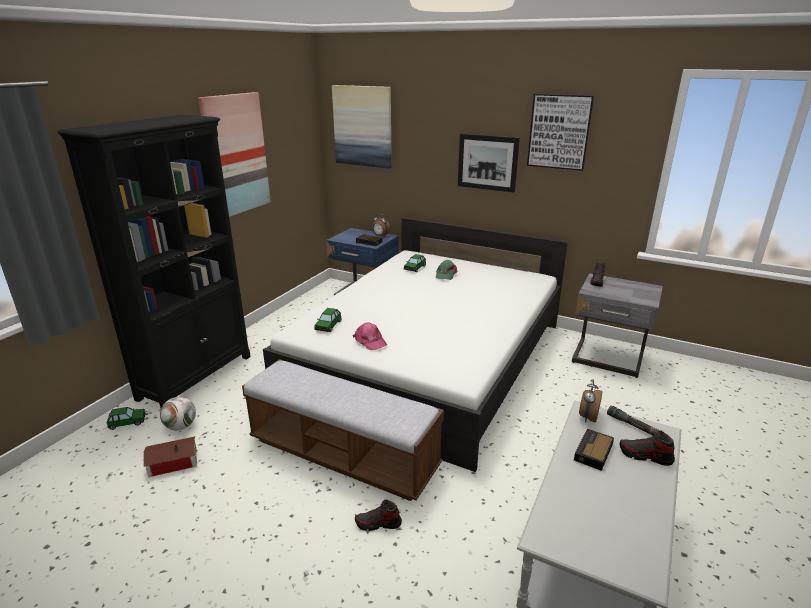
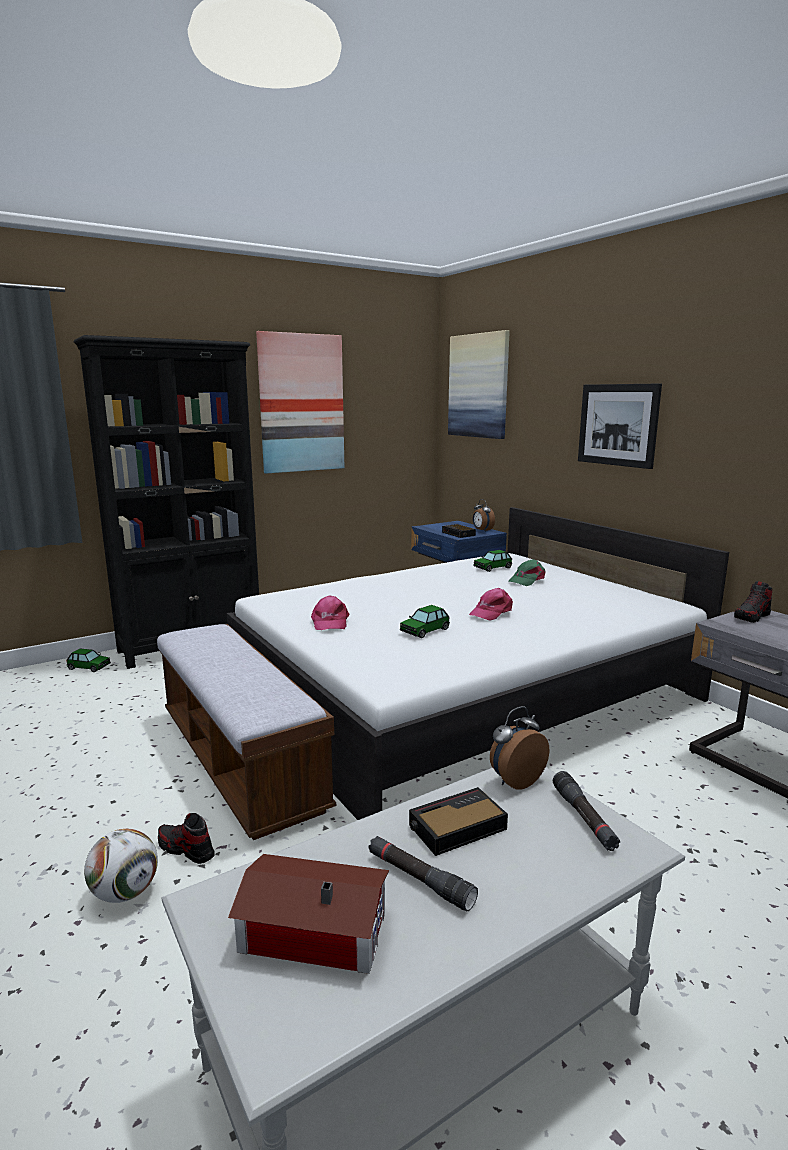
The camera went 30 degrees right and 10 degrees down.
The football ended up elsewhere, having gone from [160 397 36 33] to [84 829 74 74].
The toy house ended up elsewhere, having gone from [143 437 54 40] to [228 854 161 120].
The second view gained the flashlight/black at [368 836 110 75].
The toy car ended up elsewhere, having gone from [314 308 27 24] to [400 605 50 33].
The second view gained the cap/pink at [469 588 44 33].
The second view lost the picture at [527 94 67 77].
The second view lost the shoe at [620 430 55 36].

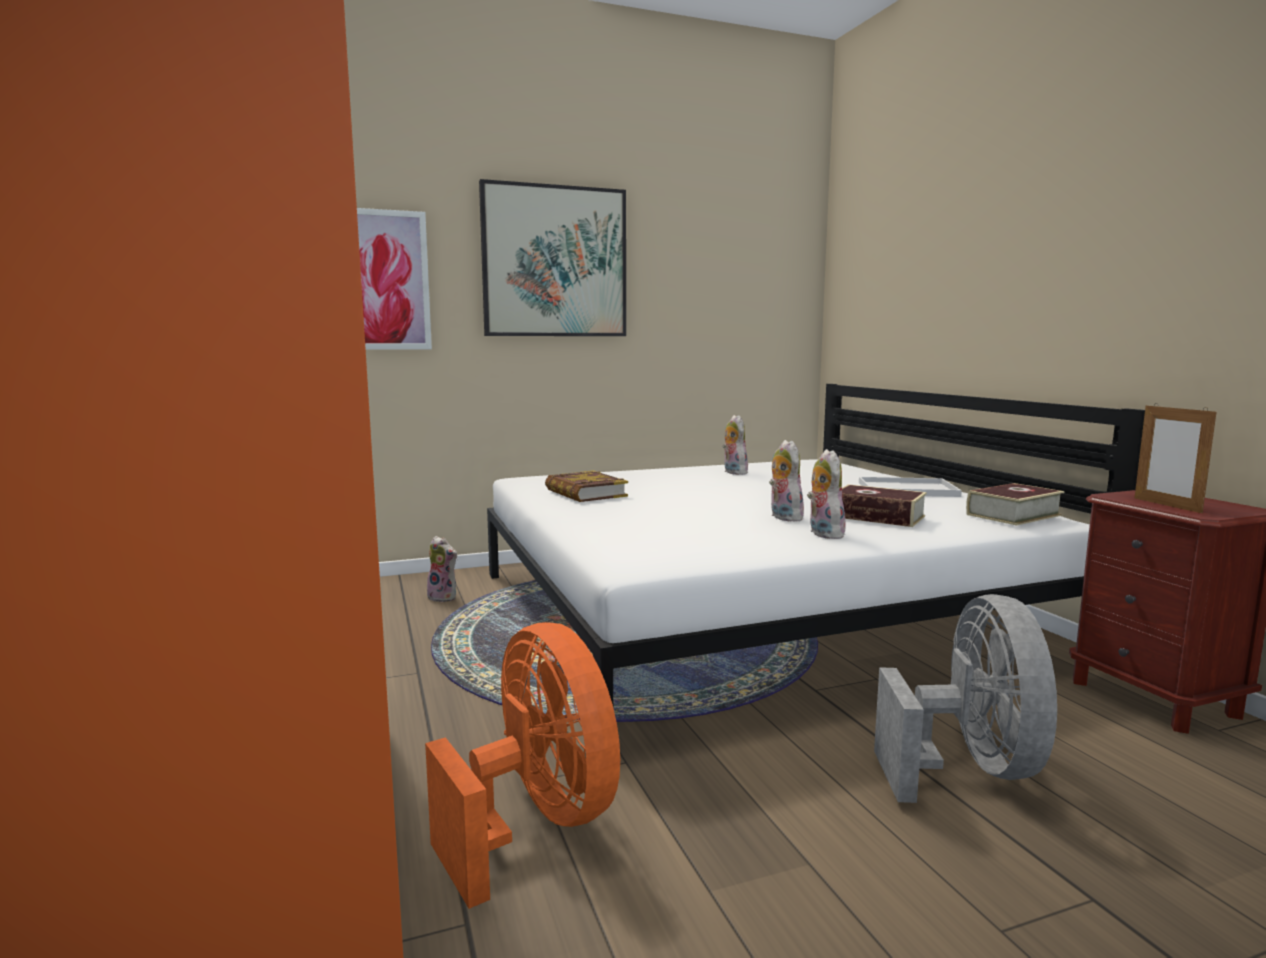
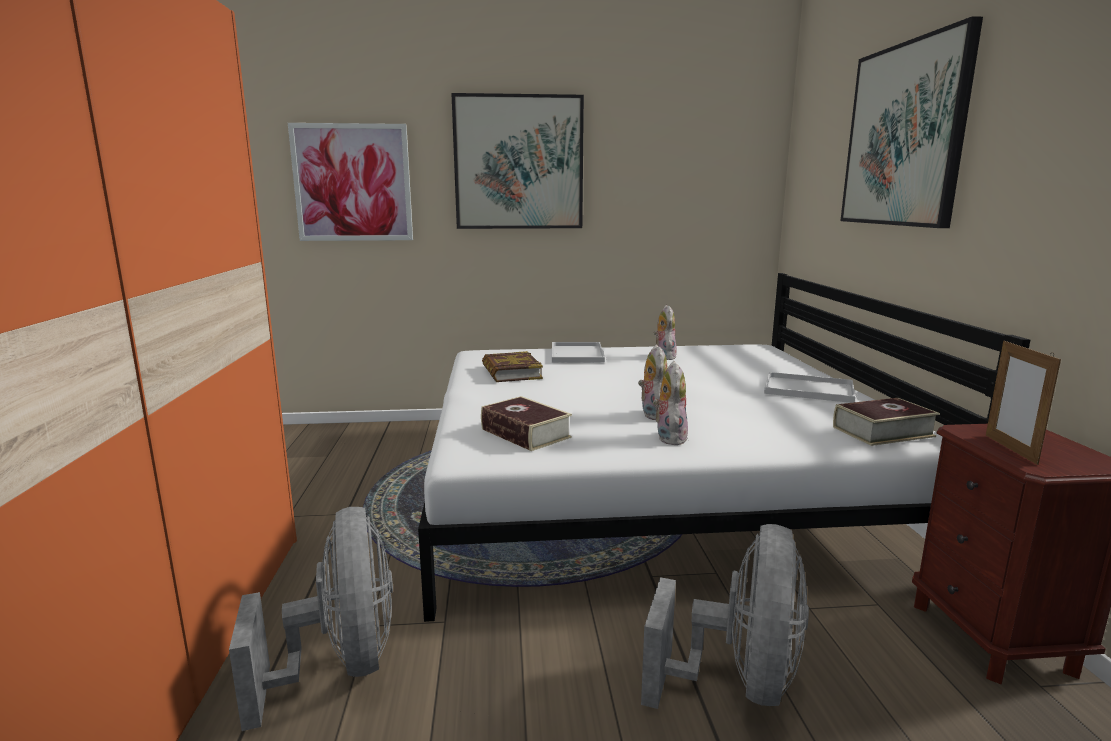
The camera went 15 degrees right and 5 degrees up.
What was the fan/orange at [425 622 195 287] turned into the fan/grey at [229 507 164 224].
The book ended up elsewhere, having gone from [842 484 85 43] to [481 396 91 55].
The second view gained the tray/white at [552 342 53 21].
The second view gained the picture at [840 16 143 212].
The second view lost the plush toy at [426 536 31 66].

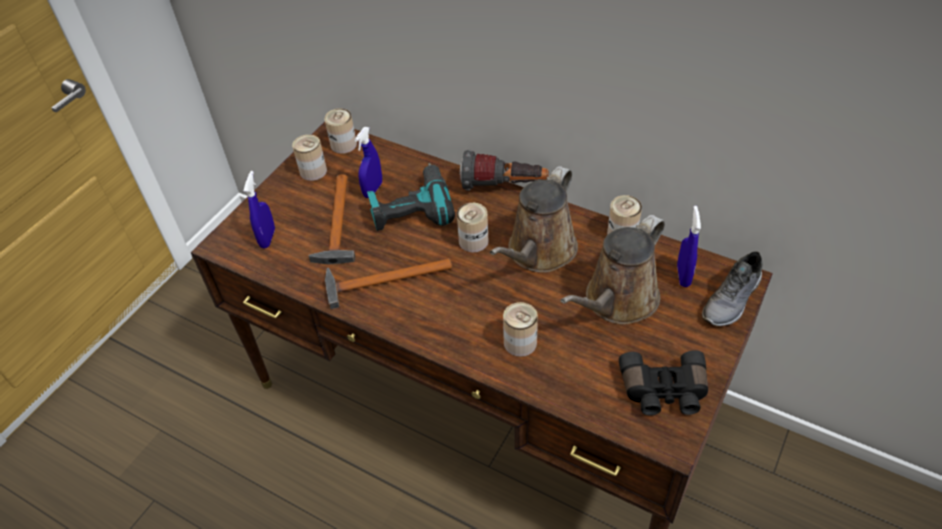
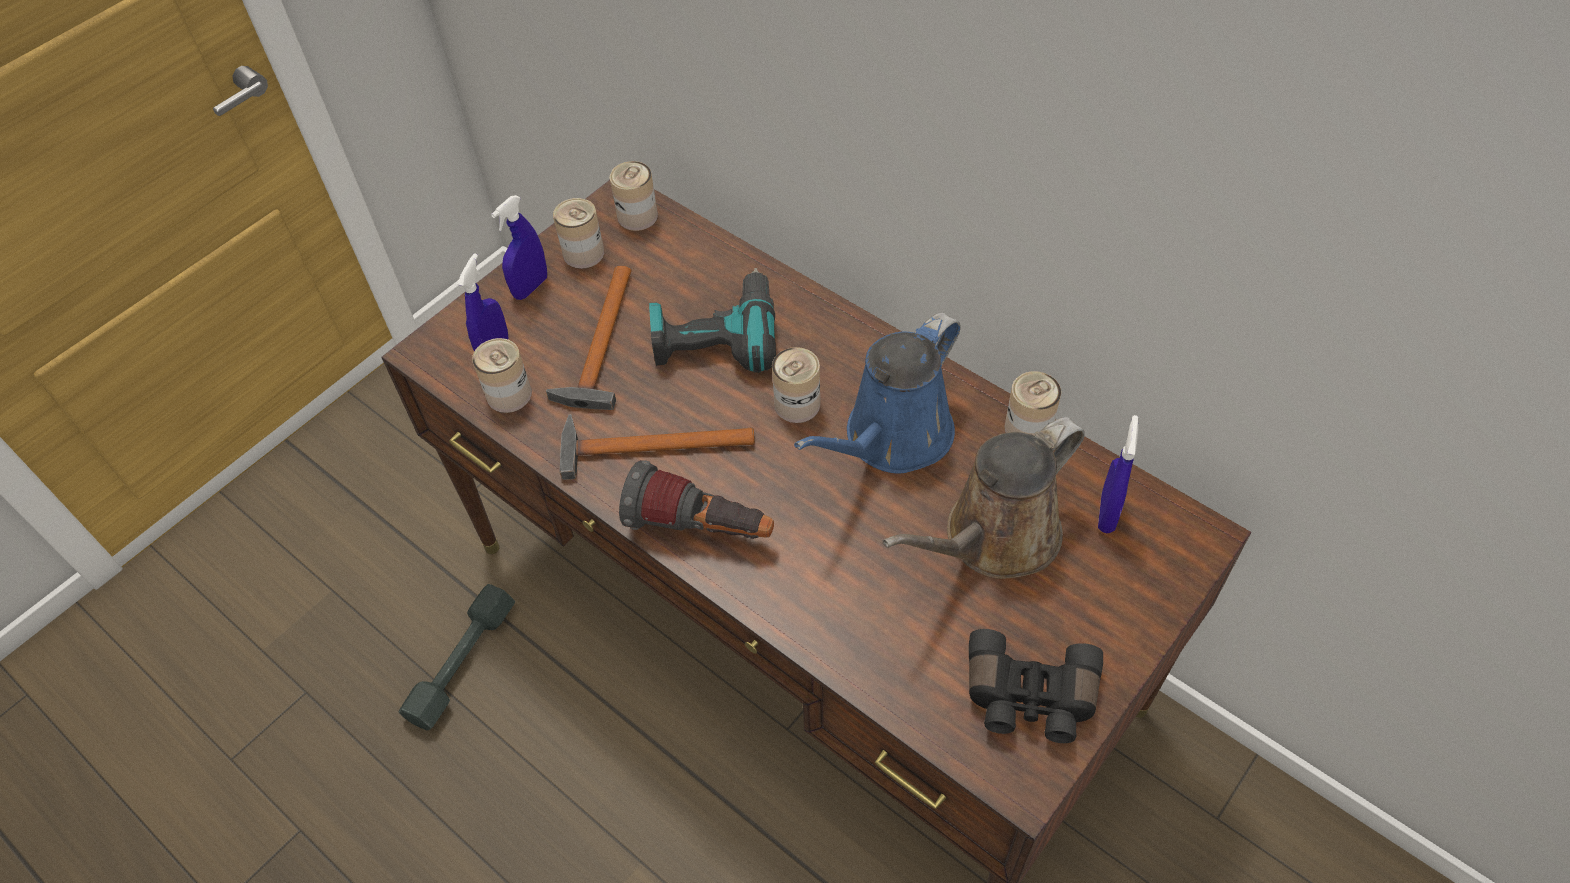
The camera went 10 degrees right and 5 degrees up.
The second view gained the dumbbell/grey at [399 584 116 146].
The can ended up elsewhere, having gone from [503 302 35 55] to [472 338 60 75].
The spray bottle/blue ended up elsewhere, having gone from [355 127 27 71] to [491 195 56 105].
The flashlight ended up elsewhere, having gone from [460 150 89 41] to [619 460 155 79].
What was the watering can/brown at [490 166 88 107] turned into the watering can/blue at [794 313 167 161].
The second view lost the shoe/grey at [702 252 61 74].

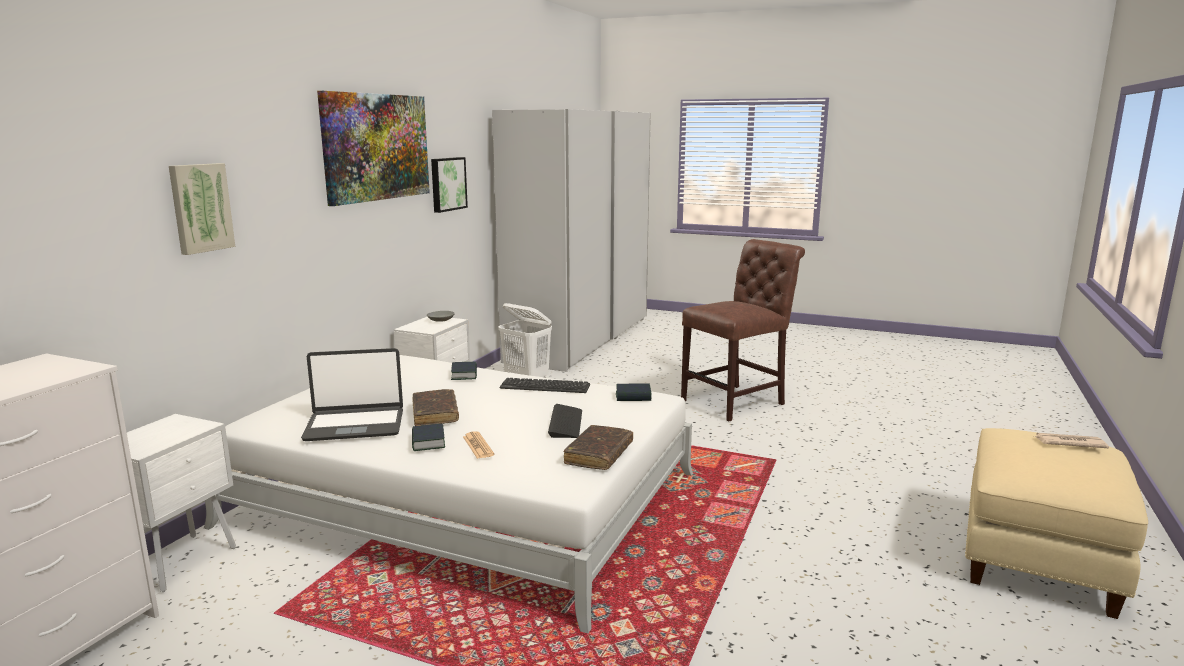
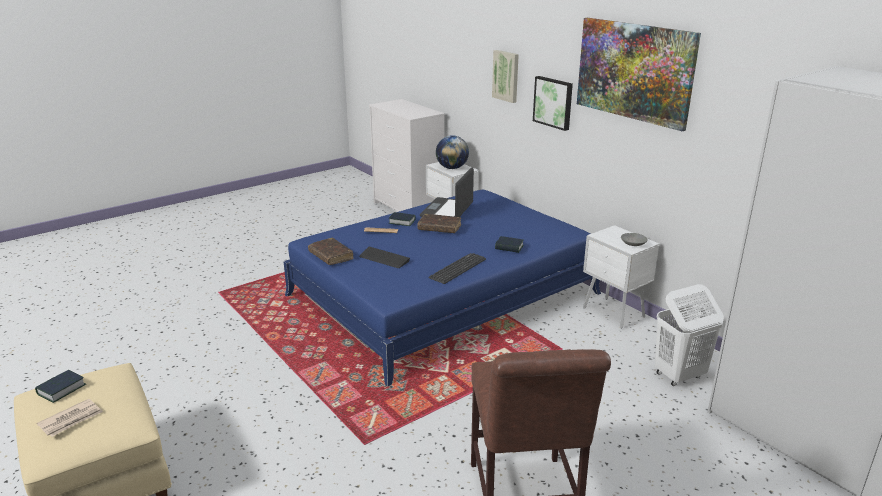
The camera went 120 degrees right and 10 degrees up.
The book ended up elsewhere, having gone from [616 384 35 17] to [35 370 51 33].
What was the bed/white at [204 355 489 278] turned into the bed/blue at [283 190 318 197].
The second view gained the globe at [436 135 33 34].
The picture ended up elsewhere, having gone from [431 157 37 56] to [533 76 40 55].

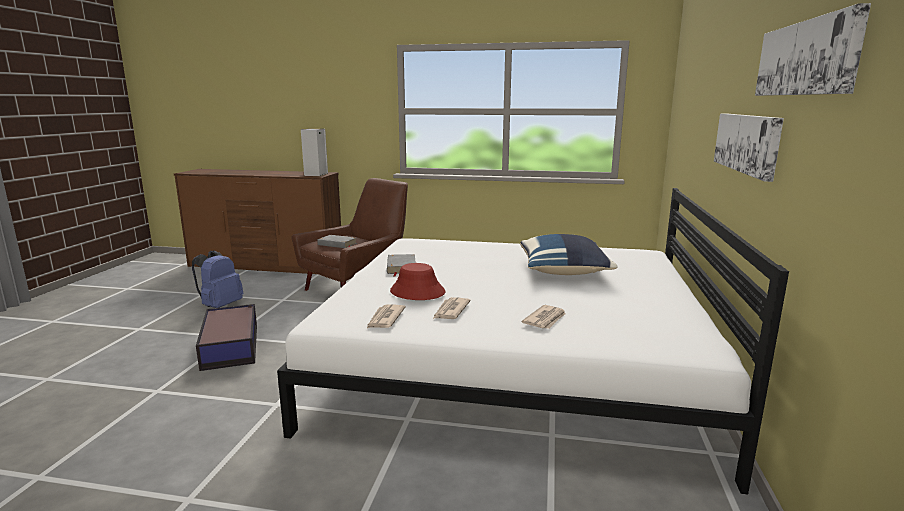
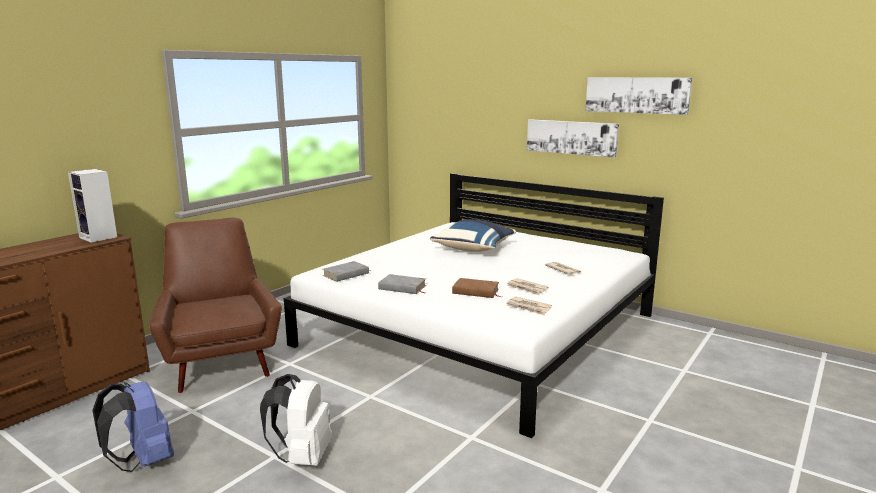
The camera went 65 degrees left and 0 degrees up.
Where the storage box stood at [196 304 61 67], the backpack/white came to stand at [260 374 72 92].
The book/grey ended up elsewhere, having gone from [317 235 40 13] to [323 261 46 21].
Where the hat/red stood at [390 263 55 37], the book/brown came to stand at [452 278 50 20].

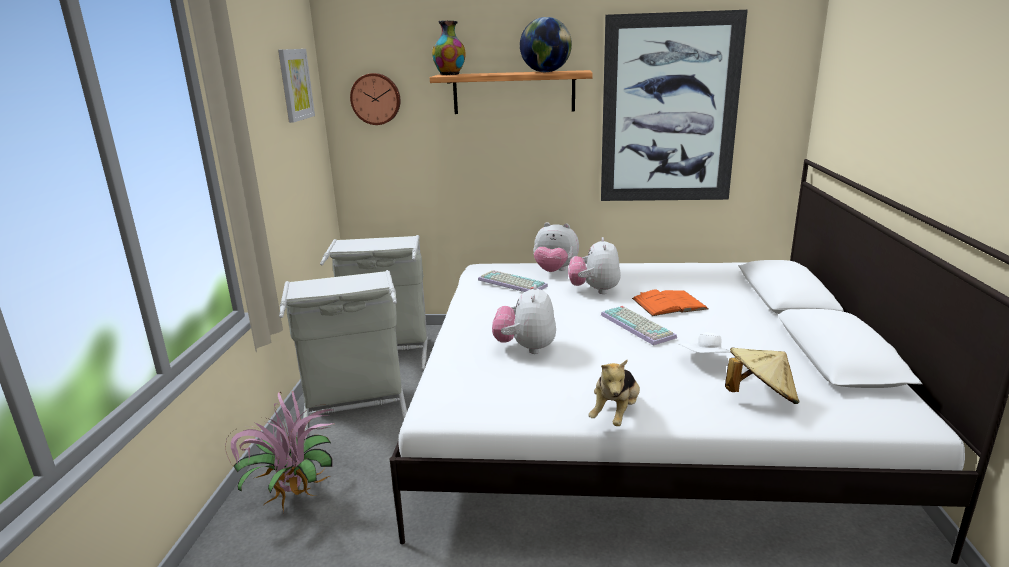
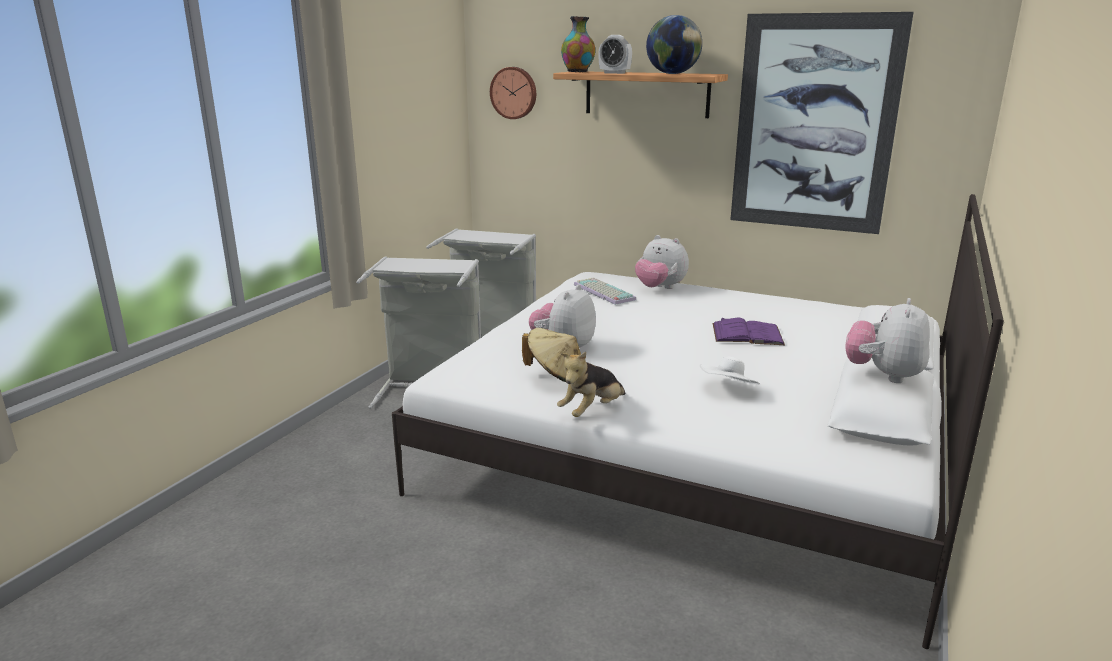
The camera went 20 degrees right and 0 degrees up.
The hat/beige ended up elsewhere, having gone from [725 347 74 57] to [522 328 59 54].
The second view gained the alarm clock at [598 35 34 39].
What was the book/orange at [632 289 76 27] turned into the book/purple at [713 318 72 27].
The plush toy ended up elsewhere, having gone from [568 237 53 57] to [845 298 85 85].
The second view lost the potted plant at [225 391 110 121].
The second view lost the picture at [278 49 37 74].
The second view lost the keyboard at [601 306 76 39].

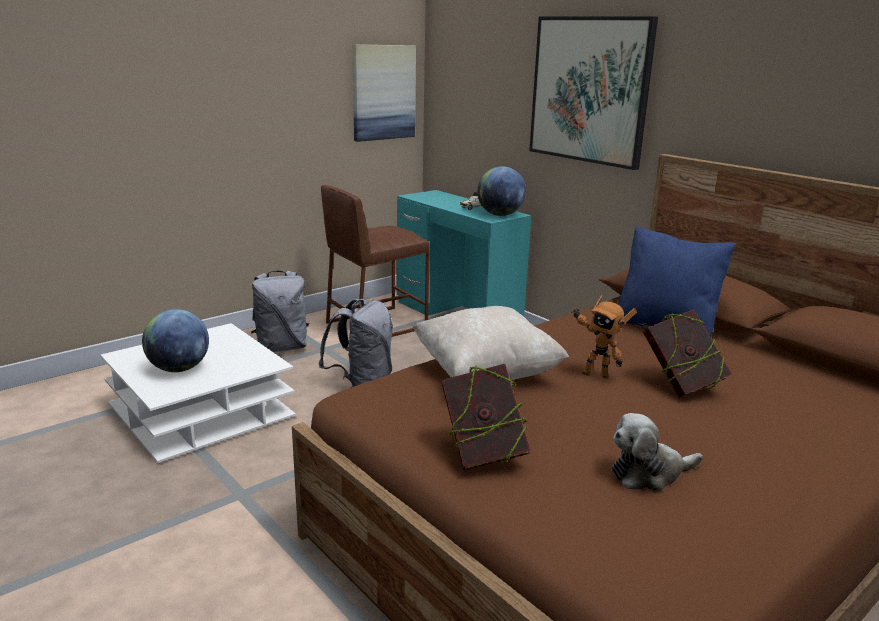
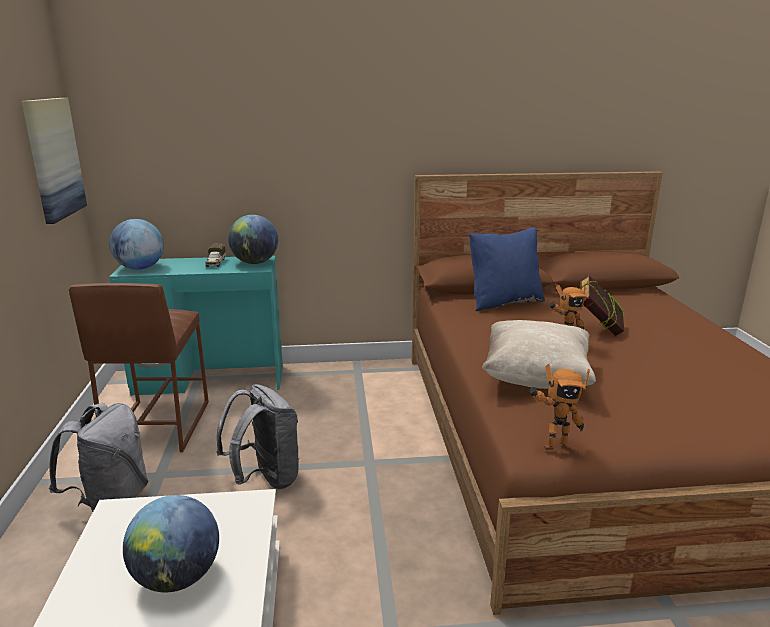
The camera went 55 degrees left and 0 degrees up.
The second view gained the globe at [109 219 55 51].
The second view gained the toy robot at [529 364 61 86].
The second view lost the book at [441 364 89 106].
The second view lost the picture at [529 16 129 154].
The second view lost the plush toy at [611 413 92 78].

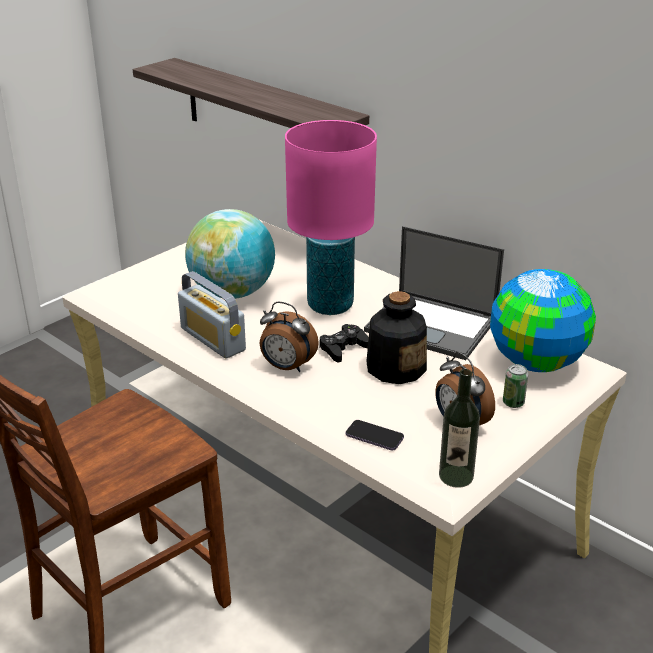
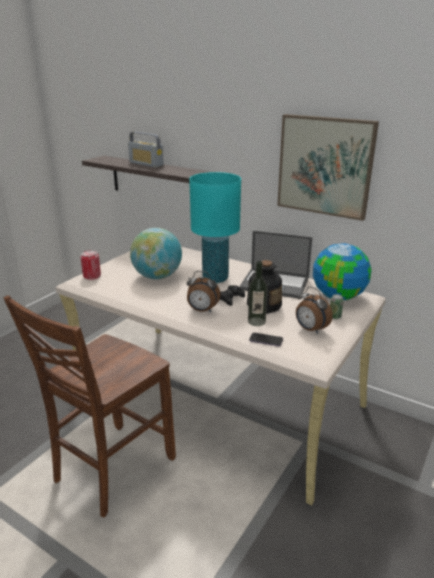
The camera went 10 degrees left and 5 degrees down.
The second view gained the can at [80 250 21 30].
The radio ended up elsewhere, having gone from [178 271 68 88] to [128 131 36 37].
What was the table lamp/pink at [285 120 92 195] turned into the table lamp/turquoise at [189 172 52 111].
The bottle ended up elsewhere, having gone from [439 369 41 119] to [248 261 20 65].
The second view gained the picture at [277 114 102 107].

